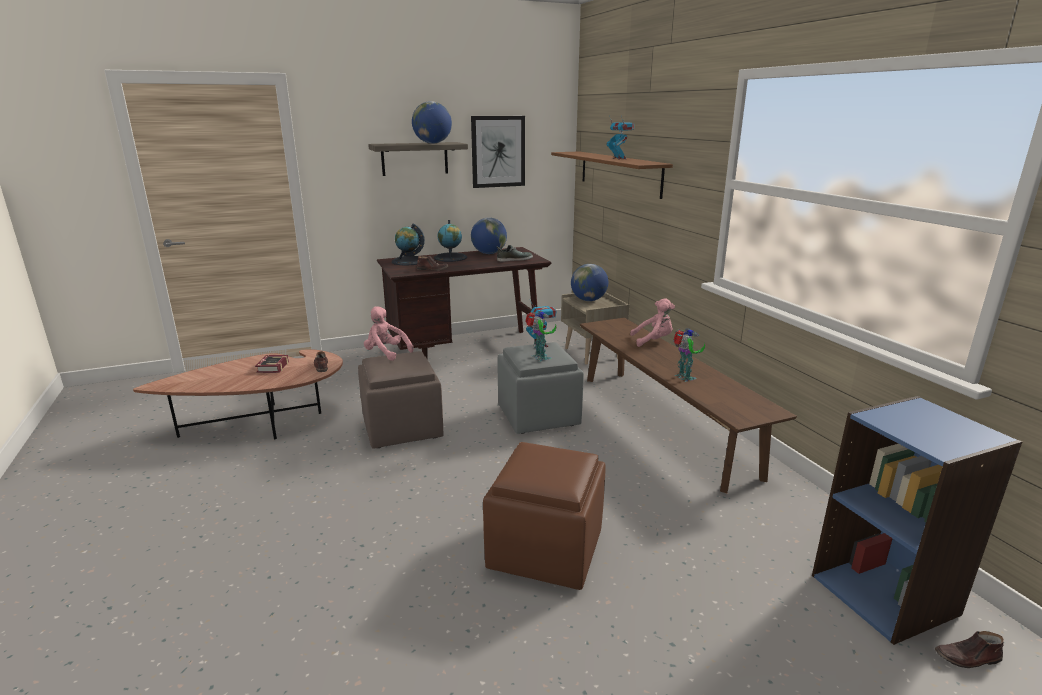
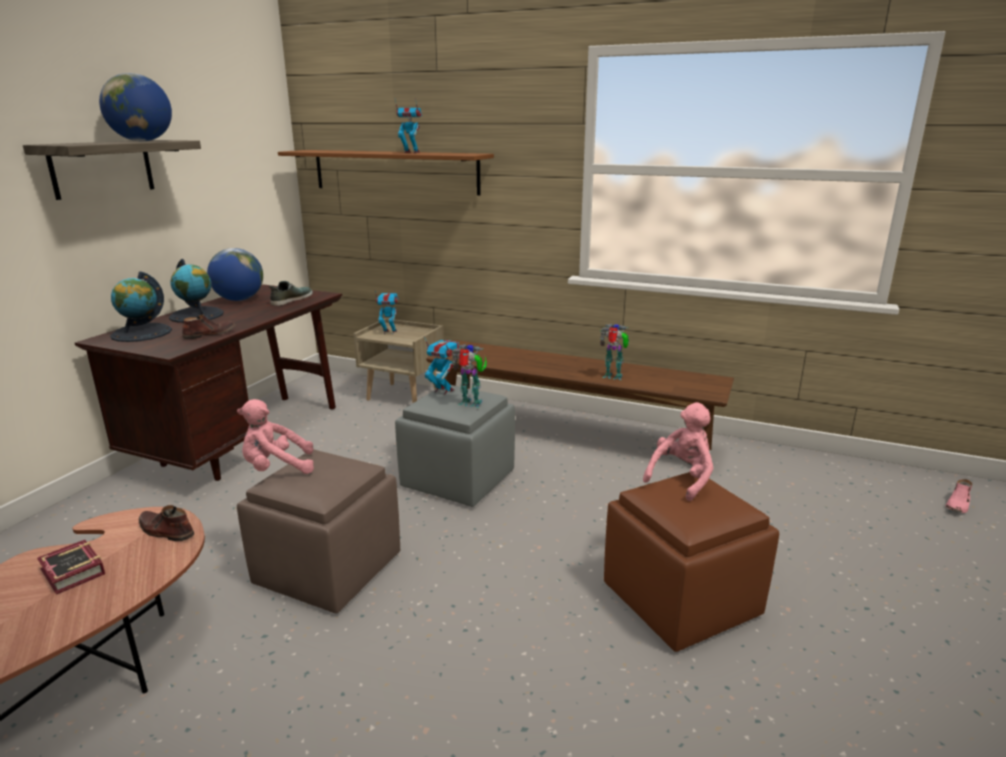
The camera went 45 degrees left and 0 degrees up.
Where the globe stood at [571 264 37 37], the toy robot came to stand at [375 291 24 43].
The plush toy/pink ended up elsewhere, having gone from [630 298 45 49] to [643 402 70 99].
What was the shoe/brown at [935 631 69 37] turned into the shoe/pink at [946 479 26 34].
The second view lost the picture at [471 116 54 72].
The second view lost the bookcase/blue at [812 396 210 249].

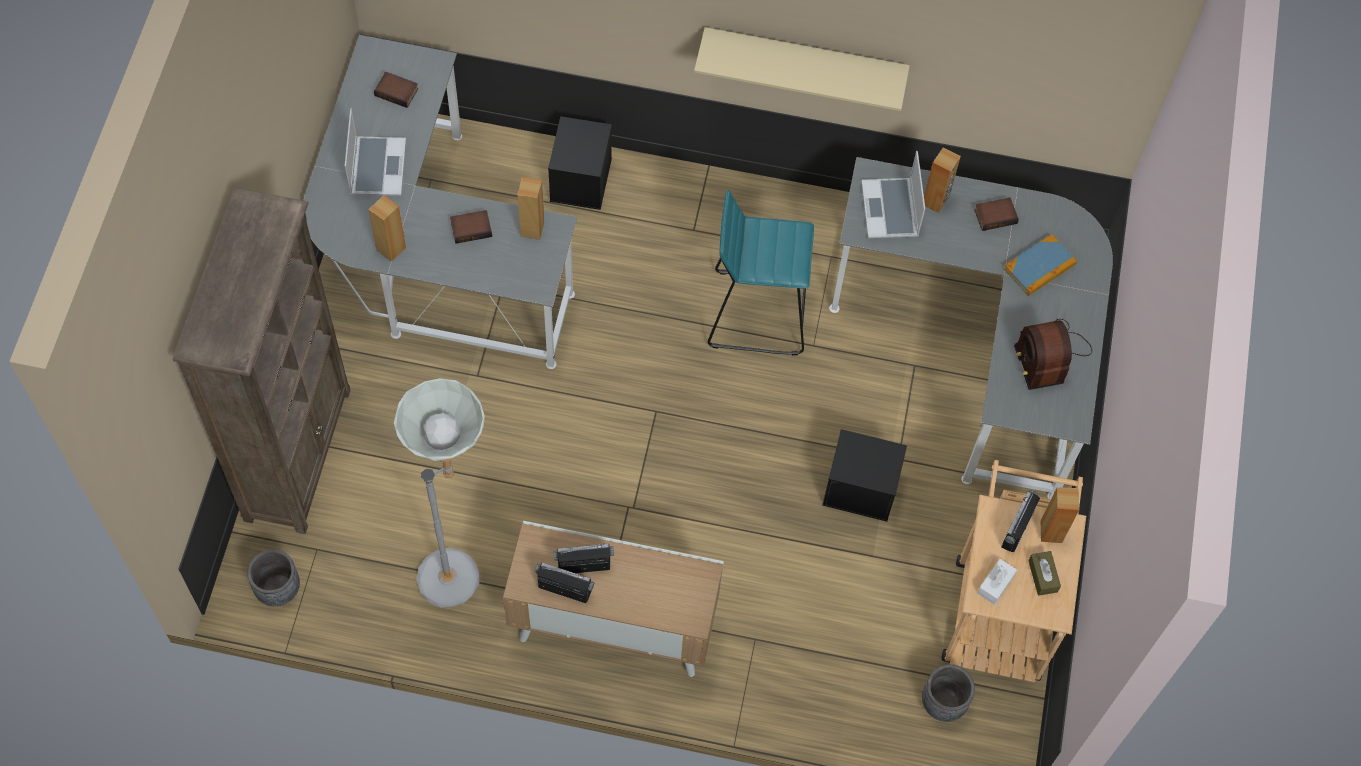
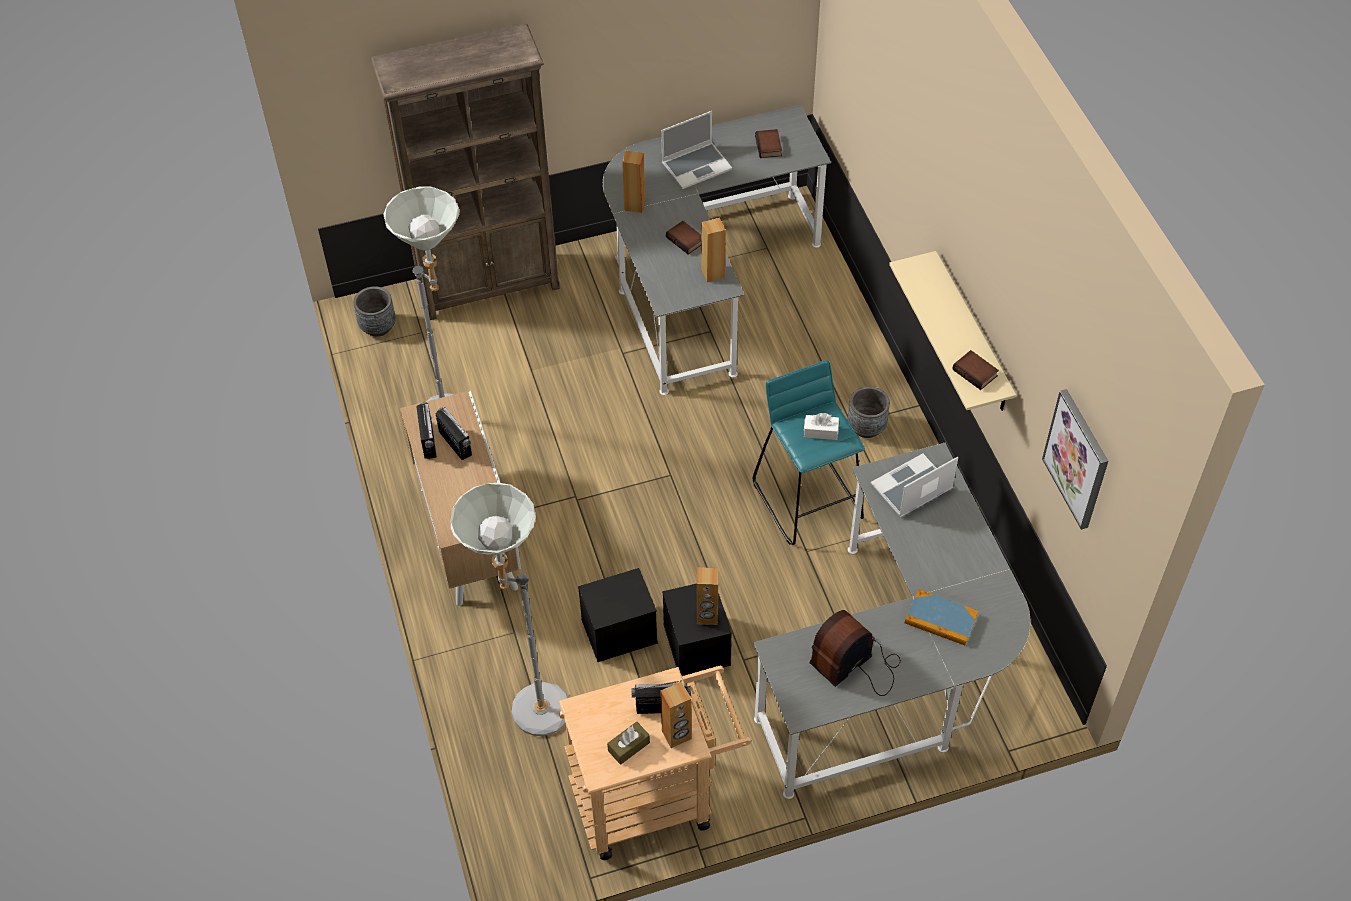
The camera went 65 degrees right and 10 degrees down.
The second view gained the floor lamp/grey at [451 483 118 253].
The storage box/black ended up elsewhere, having gone from [548 116 64 94] to [578 568 80 94].
The speaker/brown ended up elsewhere, having gone from [924 148 37 65] to [697 567 21 58].
The tissue box/white ended up elsewhere, having gone from [977 559 40 46] to [804 413 35 27].
The planter/grey ended up elsewhere, having gone from [922 664 53 58] to [848 386 42 52].
The book ended up elsewhere, having gone from [974 197 45 34] to [952 350 47 40].
The second view gained the picture at [1042 389 66 141].

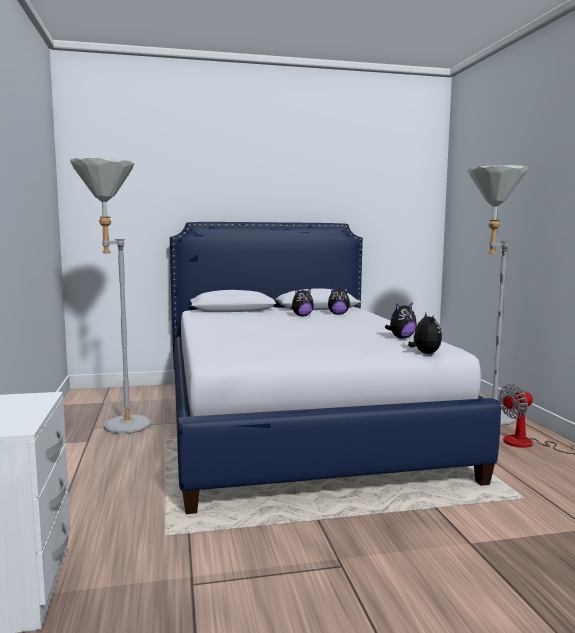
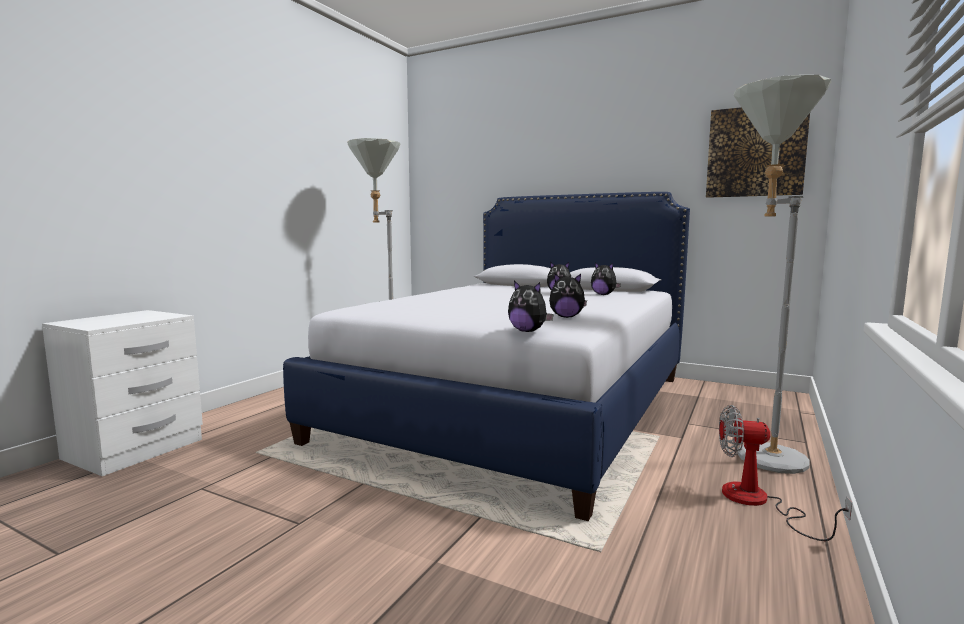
The camera went 40 degrees right and 0 degrees up.
The plush toy at [408 313 34 41] ended up facing another way, 90 degrees clockwise from before.
The second view gained the picture at [706 107 104 91].

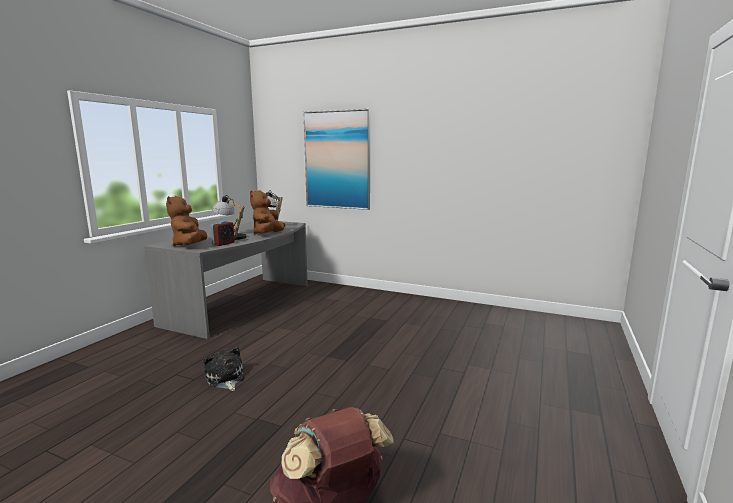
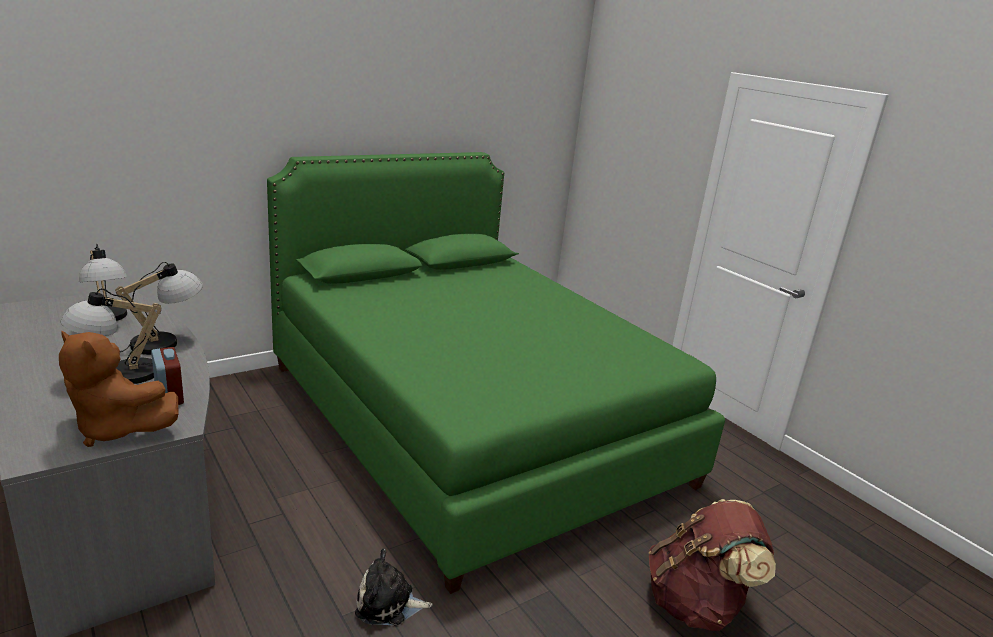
The camera went 60 degrees left and 10 degrees up.
Where the plush toy/brown stood at [250 190 34 44], the table lamp came to stand at [115 262 88 93].
The second view gained the bed/green at [267 152 458 442].
The second view lost the picture at [303 109 67 101].

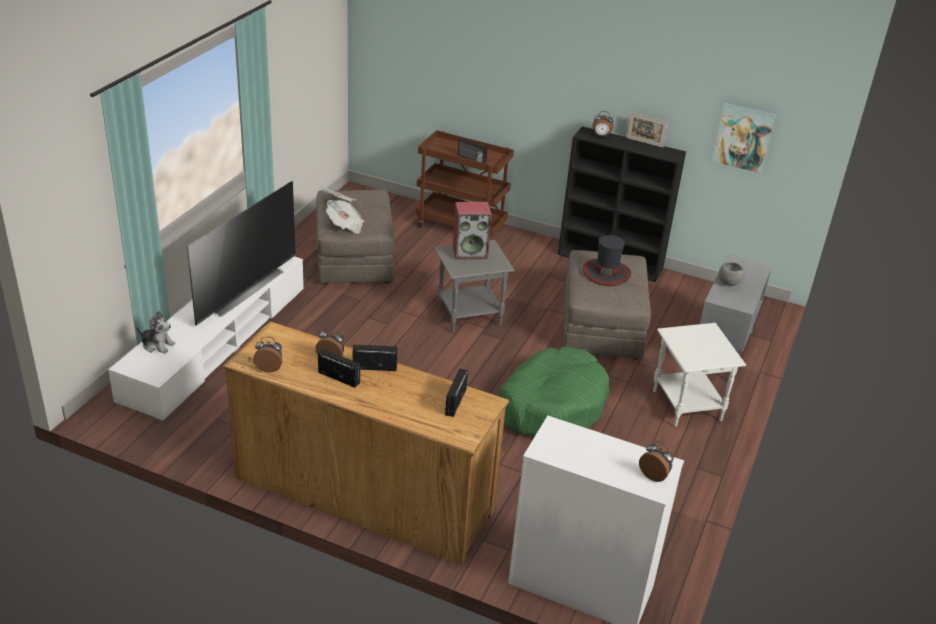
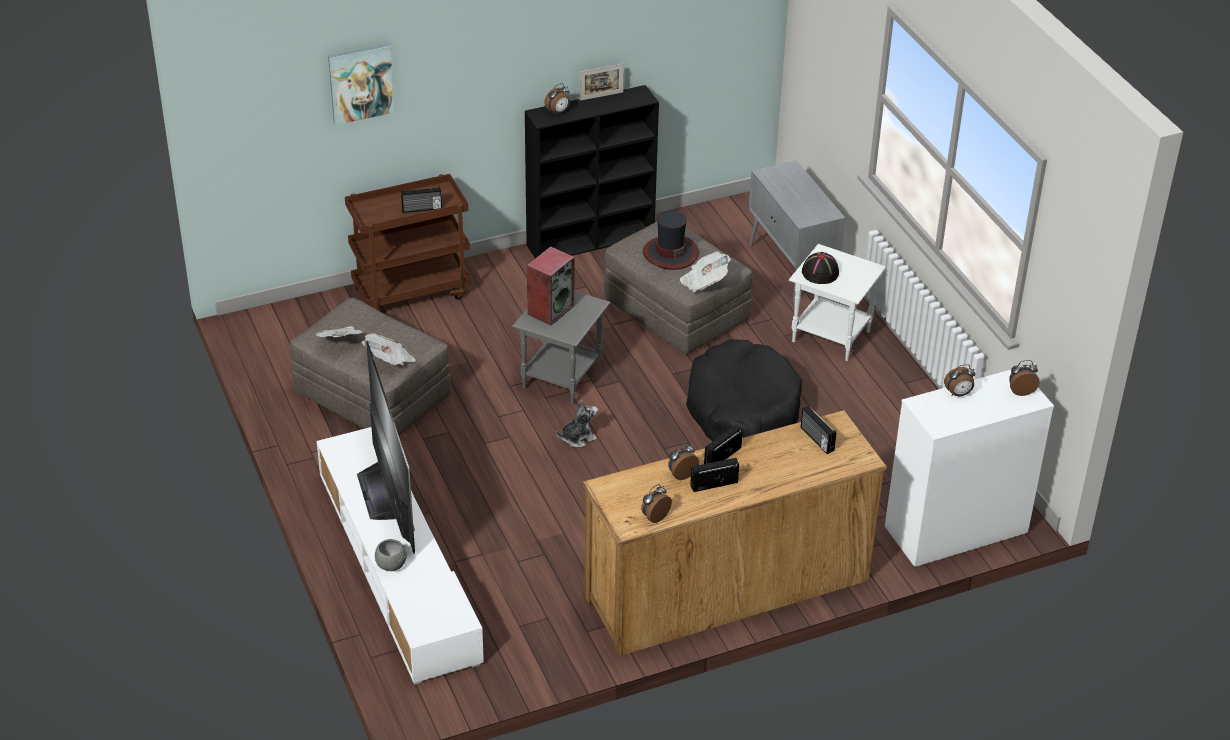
The camera went 45 degrees left and 5 degrees up.
The picture ended up elsewhere, having gone from [711 101 65 72] to [328 44 67 81].
The bowl/grey ended up elsewhere, having gone from [719 262 25 24] to [375 539 32 32].
The plush toy ended up elsewhere, having gone from [137 311 38 43] to [557 400 41 48].
The second view gained the newspaper at [680 252 51 40].
What was the dog bed/green at [498 346 112 91] turned into the dog bed/black at [686 339 116 102].
The second view gained the hat/black at [802 252 37 32].
The second view gained the alarm clock at [944 364 31 32].

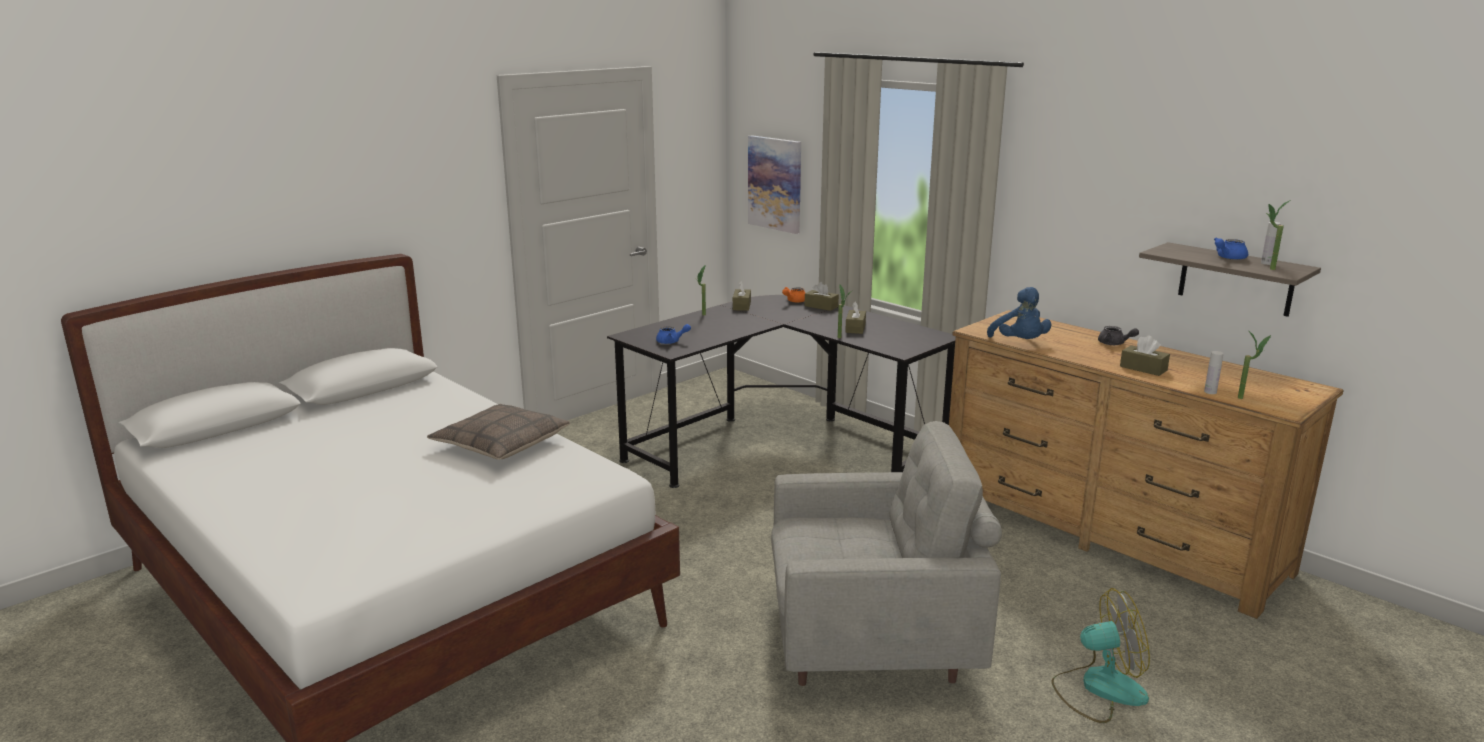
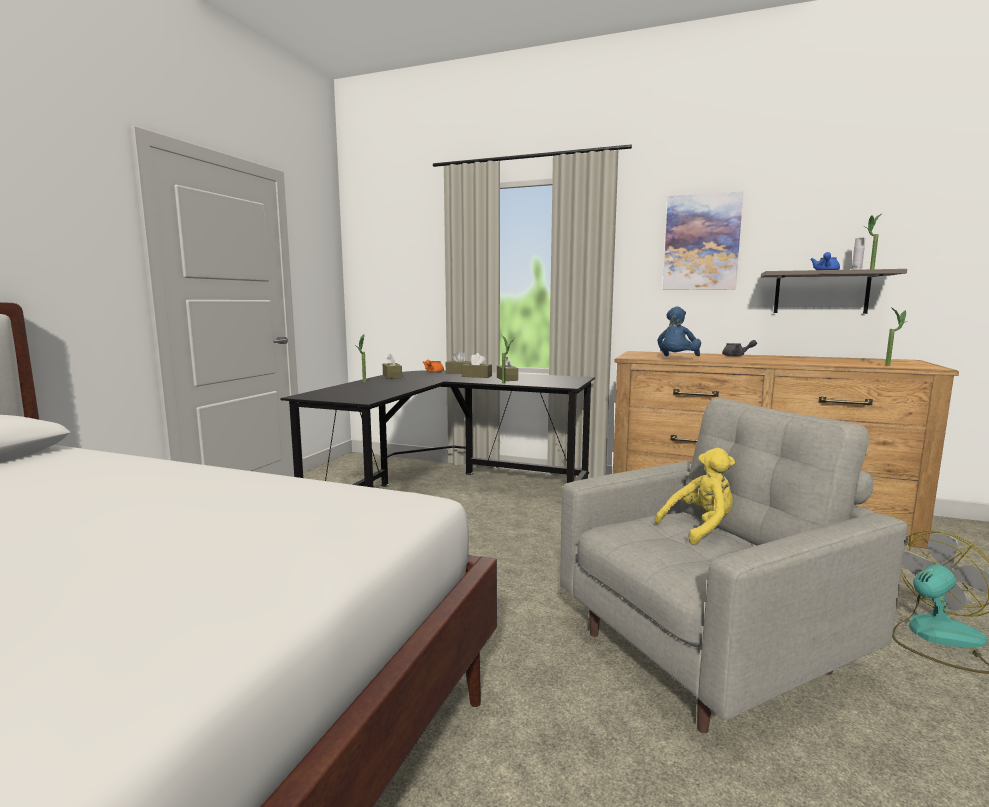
The camera went 25 degrees left and 10 degrees down.
The tissue box/brown ended up elsewhere, having gone from [1120 336 50 40] to [462 353 30 25].
The second view gained the plush toy/yellow at [655 448 80 97].
The plush toy/blue at [987 287 64 52] ended up facing another way, 75 degrees clockwise from before.
The picture ended up elsewhere, having gone from [748 135 53 99] to [663 191 80 99].
The second view lost the pillow at [427 404 143 56].
The second view lost the teapot/blue at [656 324 35 20].
The second view lost the bottle/white at [1204 351 19 43].

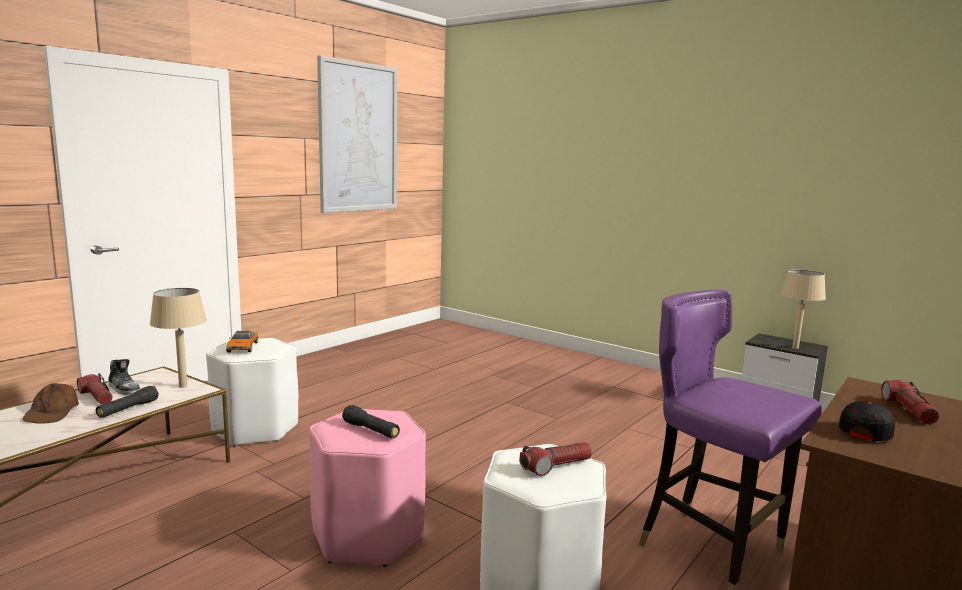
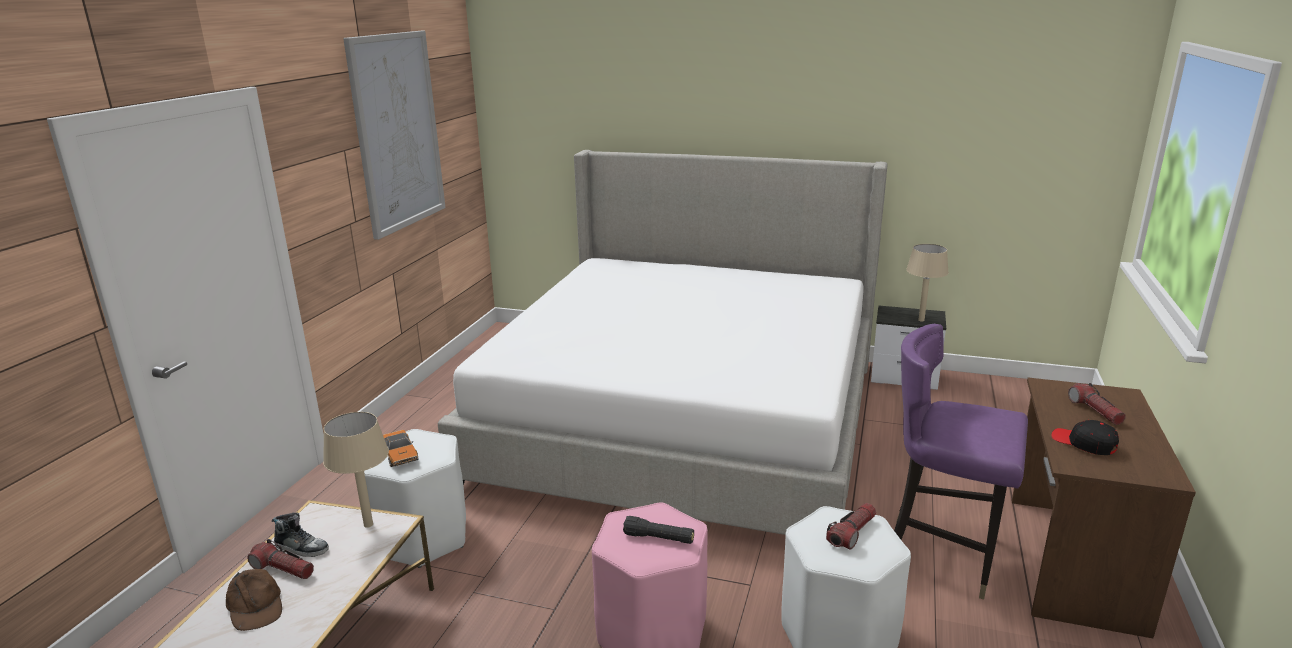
The camera went 20 degrees left and 10 degrees up.
The second view gained the bed at [438 150 450 385].
The cap/black at [838 401 57 40] ended up facing another way, 60 degrees counterclockwise from before.
The second view lost the flashlight/black at [96 386 63 32].

